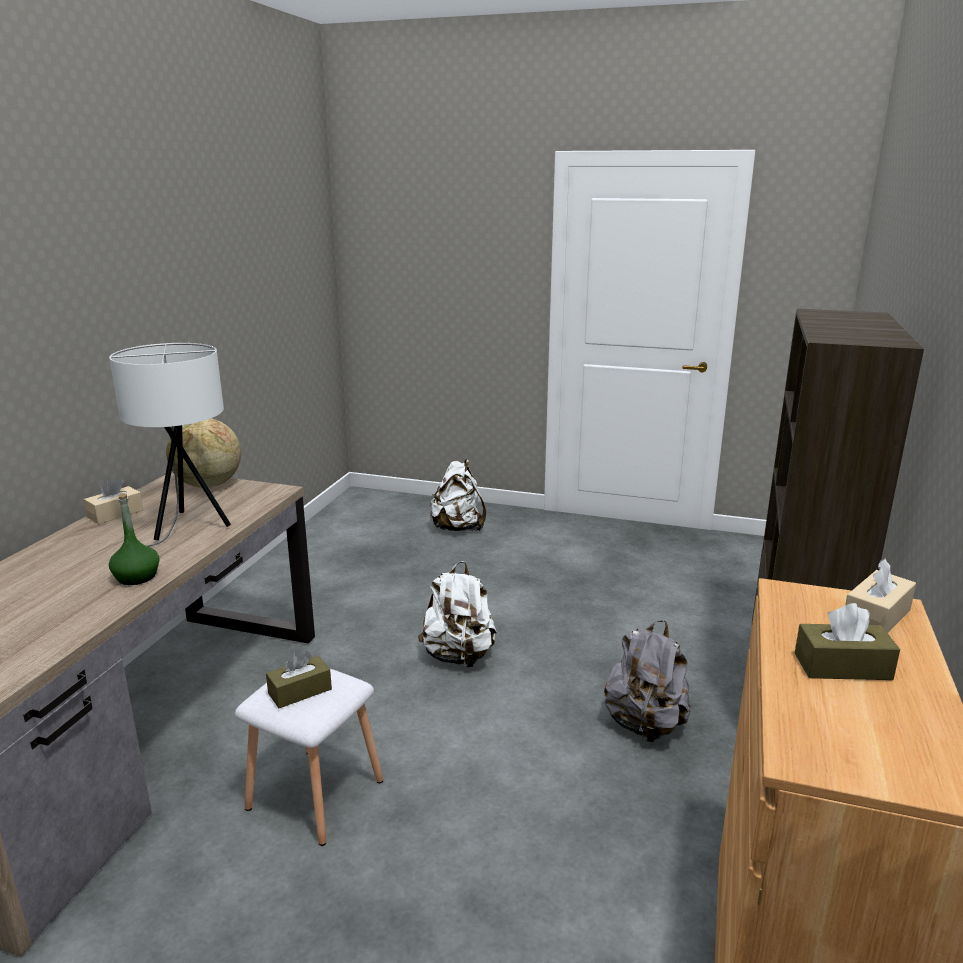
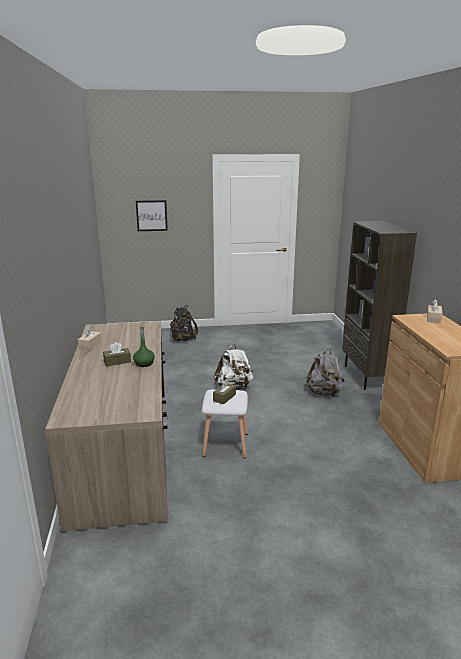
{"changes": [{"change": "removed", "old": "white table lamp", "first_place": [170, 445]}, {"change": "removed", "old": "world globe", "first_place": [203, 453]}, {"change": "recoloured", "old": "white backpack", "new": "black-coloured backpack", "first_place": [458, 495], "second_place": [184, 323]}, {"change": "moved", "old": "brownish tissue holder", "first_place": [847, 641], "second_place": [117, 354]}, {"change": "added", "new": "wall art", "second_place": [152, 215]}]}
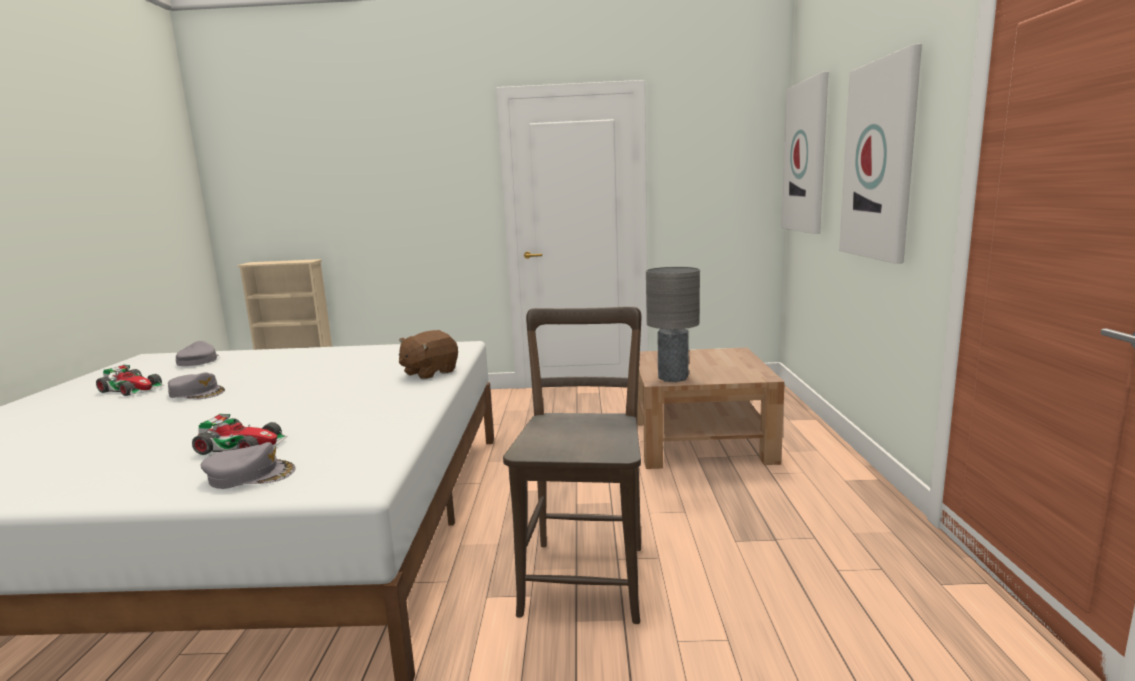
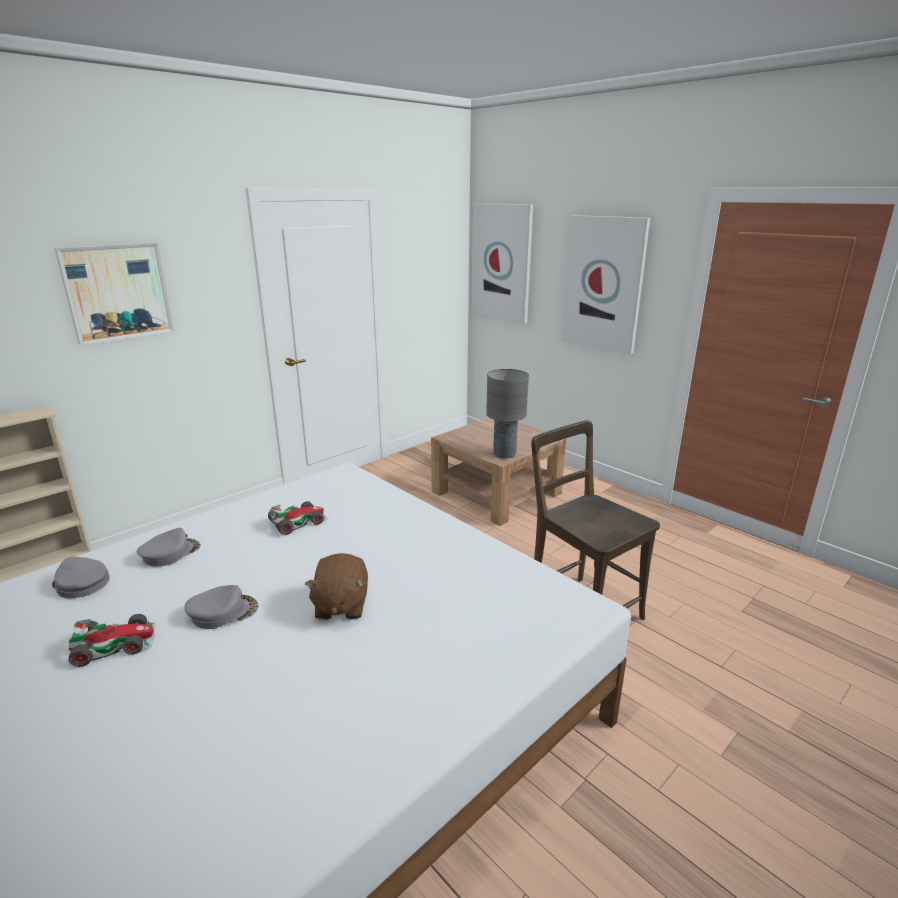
{"changes": [{"change": "moved", "old": "miniature car", "first_place": [240, 434], "second_place": [298, 518]}, {"change": "moved", "old": "grey cap", "first_place": [248, 465], "second_place": [169, 547]}, {"change": "moved", "old": "brownish plush toy", "first_place": [428, 355], "second_place": [336, 586]}, {"change": "added", "new": "wall art", "second_place": [114, 294]}]}
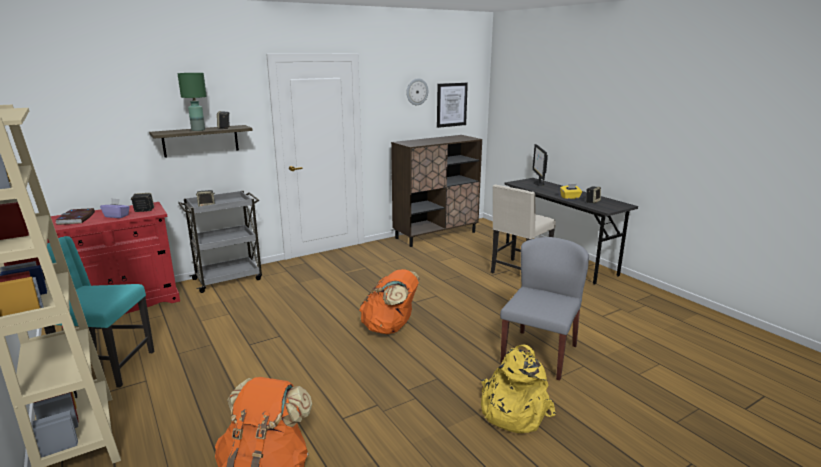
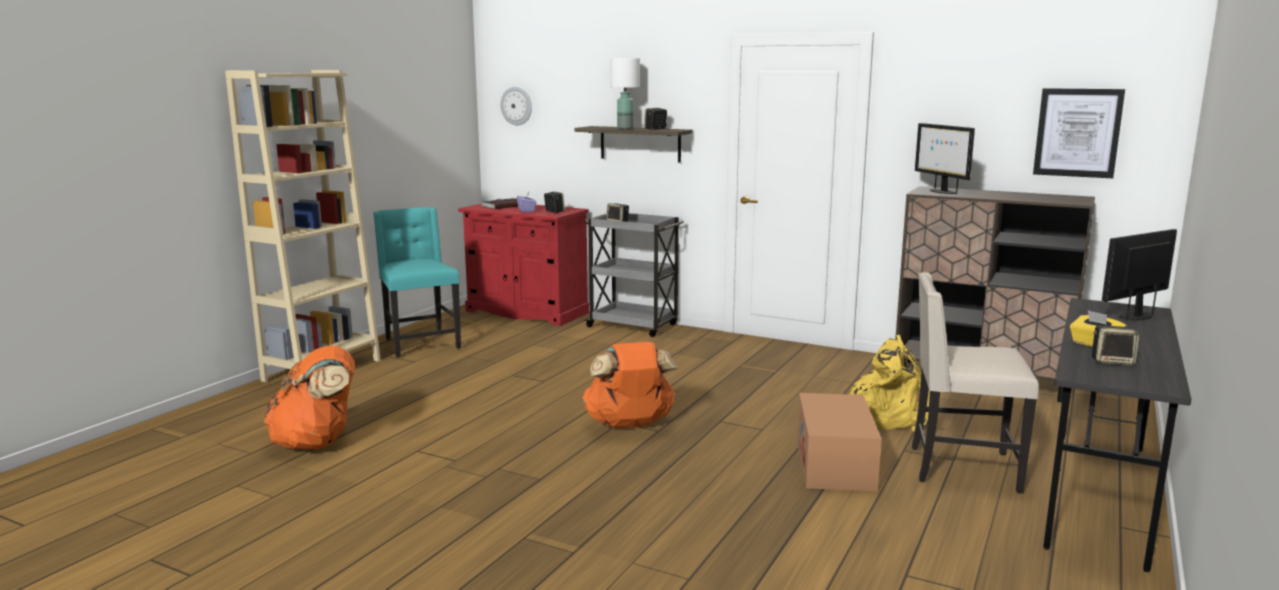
{"changes": [{"change": "recoloured", "old": "green-coloured table lamp", "new": "white table lamp", "first_place": [192, 102], "second_place": [625, 93]}, {"change": "moved", "old": "wall clock", "first_place": [417, 91], "second_place": [516, 106]}, {"change": "moved", "old": "yellowish backpack", "first_place": [518, 389], "second_place": [889, 384]}, {"change": "removed", "old": "grey chair", "first_place": [544, 309]}, {"change": "added", "new": "cardboard box", "second_place": [839, 442]}, {"change": "added", "new": "computer display", "second_place": [945, 158]}]}
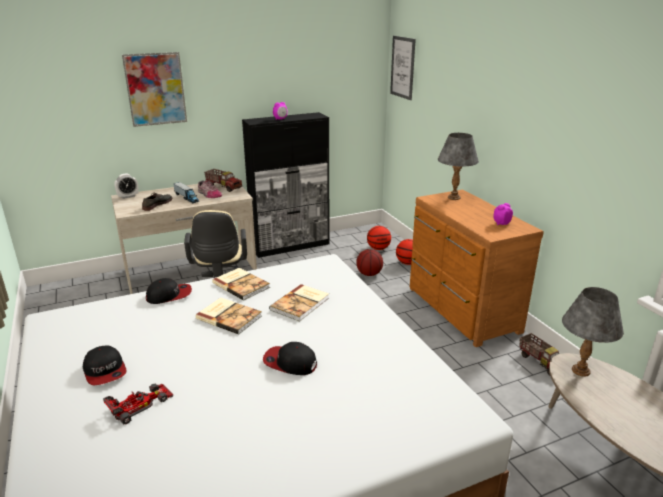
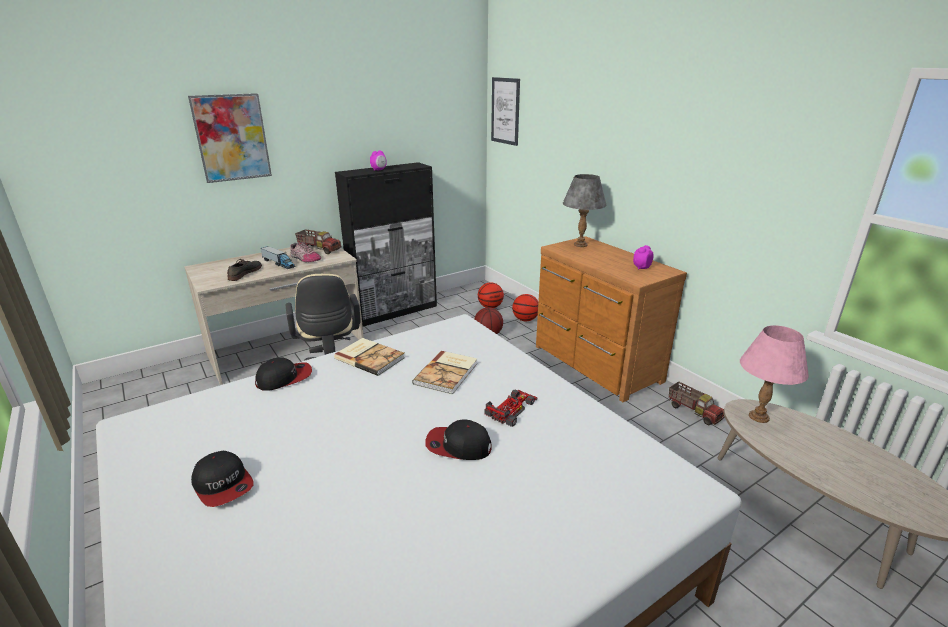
{"changes": [{"change": "moved", "old": "miniature car", "first_place": [138, 404], "second_place": [511, 408]}, {"change": "removed", "old": "bedside clock", "first_place": [126, 186]}, {"change": "removed", "old": "volume", "first_place": [228, 316]}, {"change": "recoloured", "old": "grey table lamp", "new": "pinkish table lamp", "first_place": [593, 331], "second_place": [774, 374]}]}
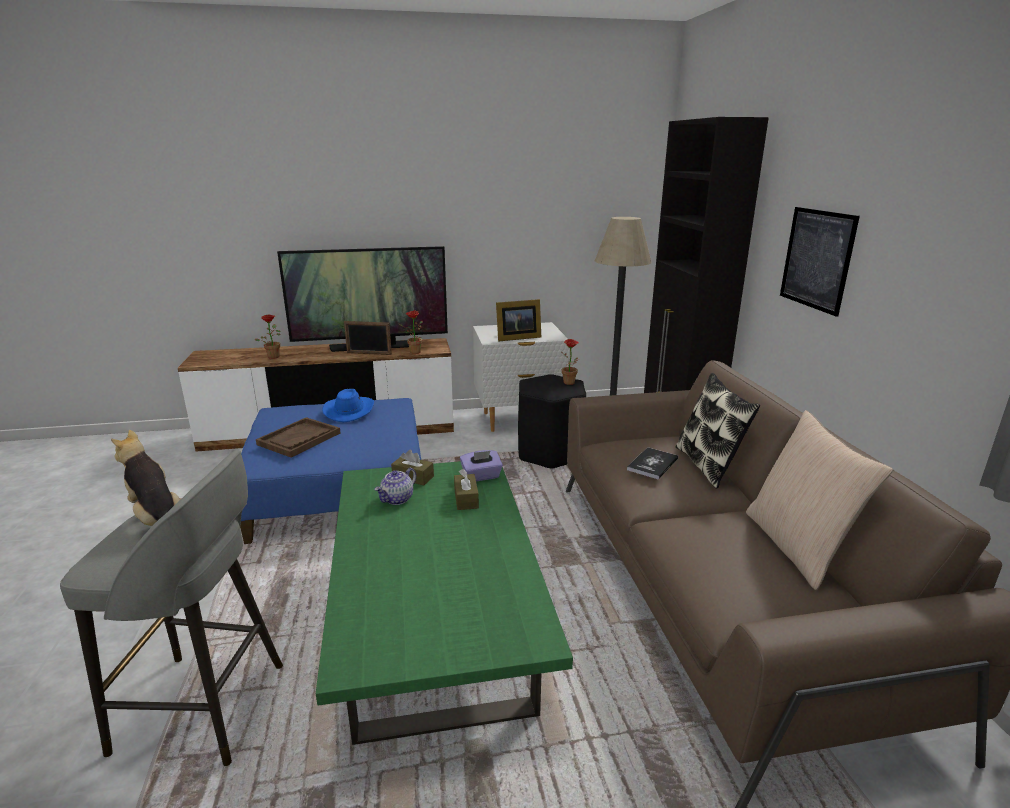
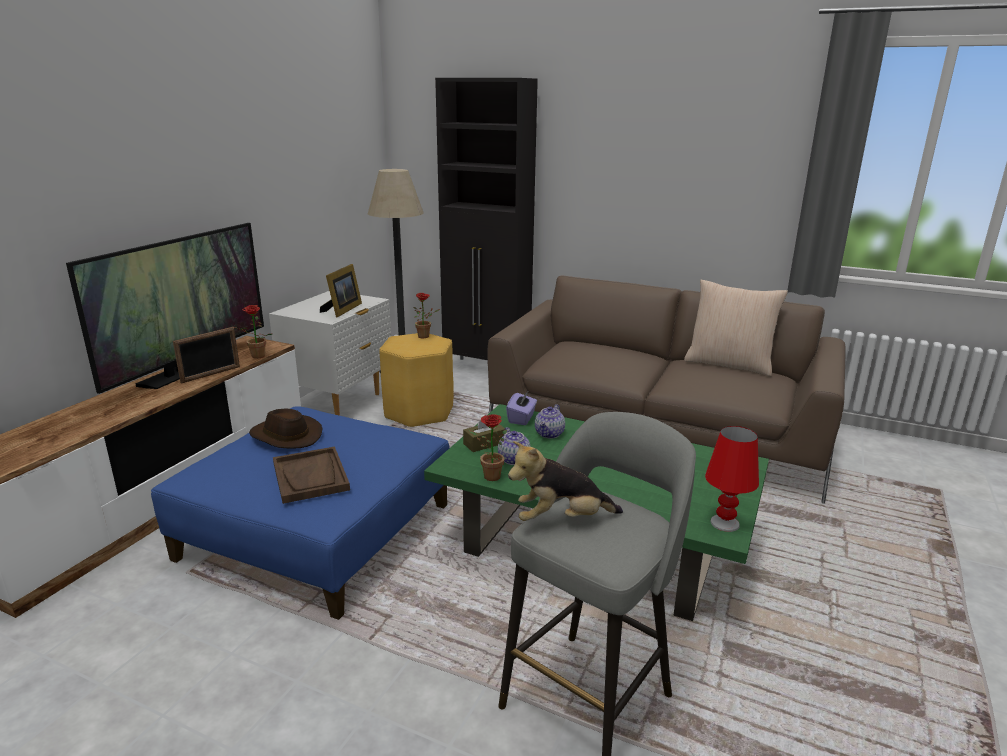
{"changes": [{"change": "moved", "old": "houseplant", "first_place": [267, 337], "second_place": [488, 447]}, {"change": "recoloured", "old": "bluish hat", "new": "brownish hat", "first_place": [348, 405], "second_place": [285, 429]}, {"change": "replaced", "old": "brownish tissue holder", "new": "teapot", "first_place": [466, 489], "second_place": [550, 421]}, {"change": "recoloured", "old": "black-coloured sitting stool", "new": "yellowish sitting stool", "first_place": [552, 421], "second_place": [416, 380]}, {"change": "removed", "old": "volume", "first_place": [652, 463]}, {"change": "removed", "old": "cushion", "first_place": [717, 431]}, {"change": "removed", "old": "wall art", "first_place": [820, 262]}, {"change": "added", "new": "reddish table lamp", "second_place": [732, 479]}]}
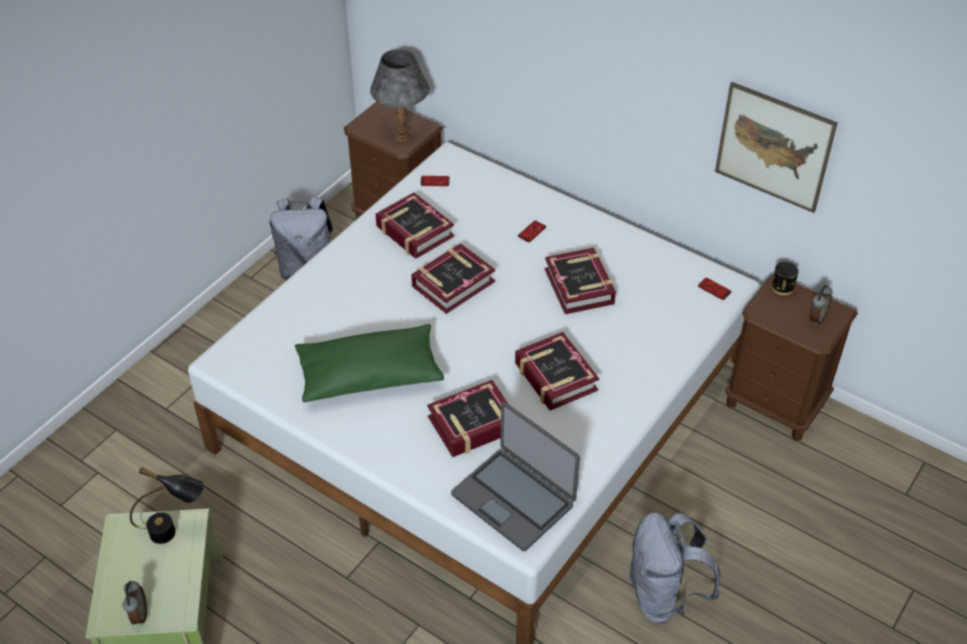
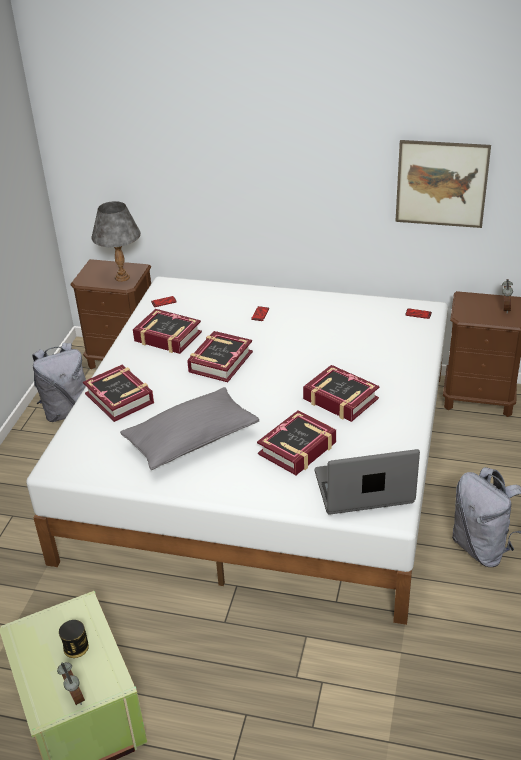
{"changes": [{"change": "removed", "old": "black-coloured table lamp", "first_place": [167, 505]}, {"change": "recoloured", "old": "green-coloured cushion", "new": "grey cushion", "first_place": [369, 363], "second_place": [189, 428]}, {"change": "turned", "old": "laptop", "first_place": [515, 476], "second_place": [367, 482], "degrees": 150}, {"change": "moved", "old": "volume", "first_place": [580, 280], "second_place": [118, 393]}, {"change": "moved", "old": "sealed can", "first_place": [784, 279], "second_place": [74, 639]}]}
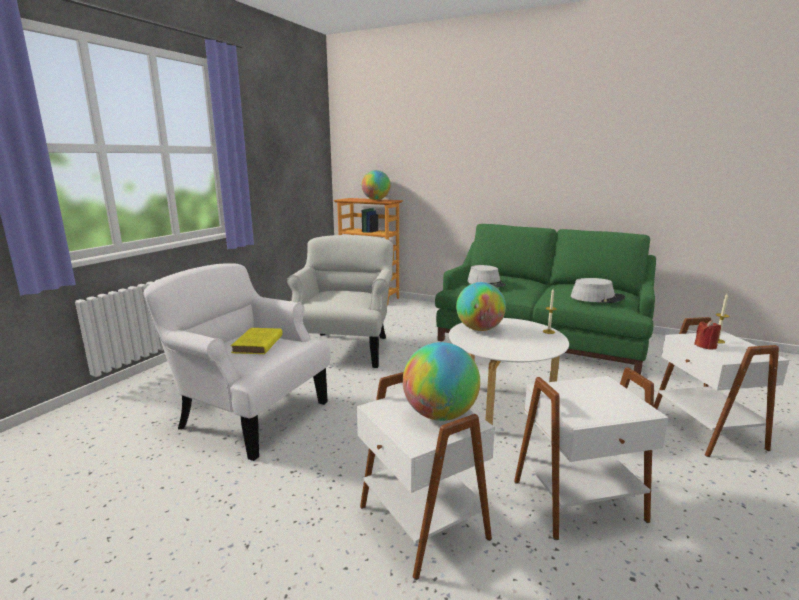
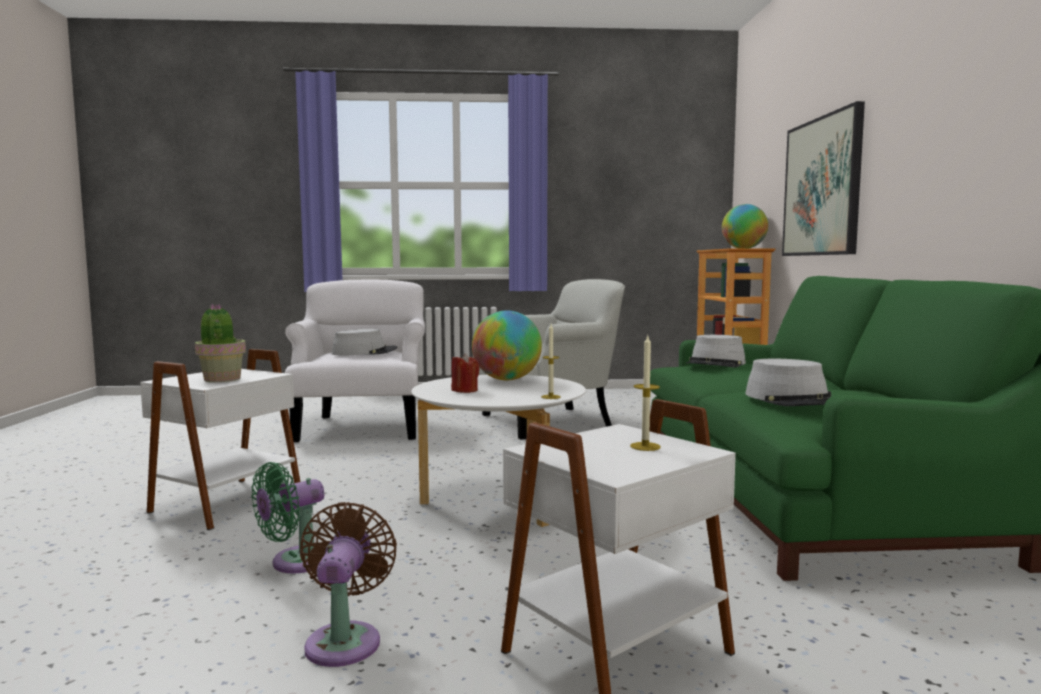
{"changes": [{"change": "replaced", "old": "yellowish volume", "new": "grey hat", "first_place": [257, 341], "second_place": [365, 342]}, {"change": "replaced", "old": "world globe", "new": "houseplant", "first_place": [441, 381], "second_place": [220, 343]}, {"change": "replaced", "old": "white side table", "new": "green-coloured fan", "first_place": [591, 453], "second_place": [288, 517]}, {"change": "moved", "old": "reddish wax candle", "first_place": [707, 335], "second_place": [465, 373]}, {"change": "added", "new": "brownish fan", "second_place": [348, 584]}, {"change": "added", "new": "wall art", "second_place": [823, 178]}]}
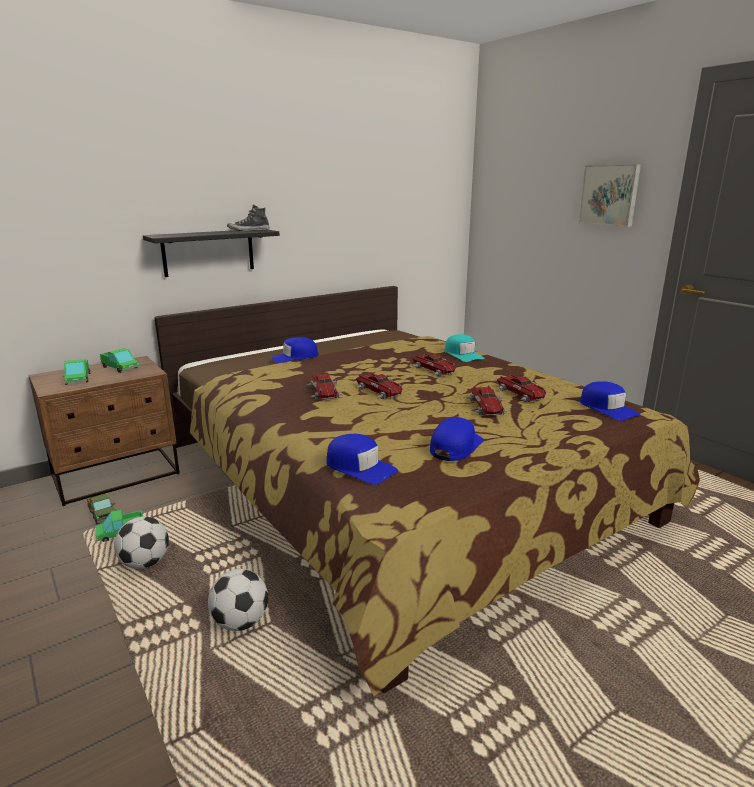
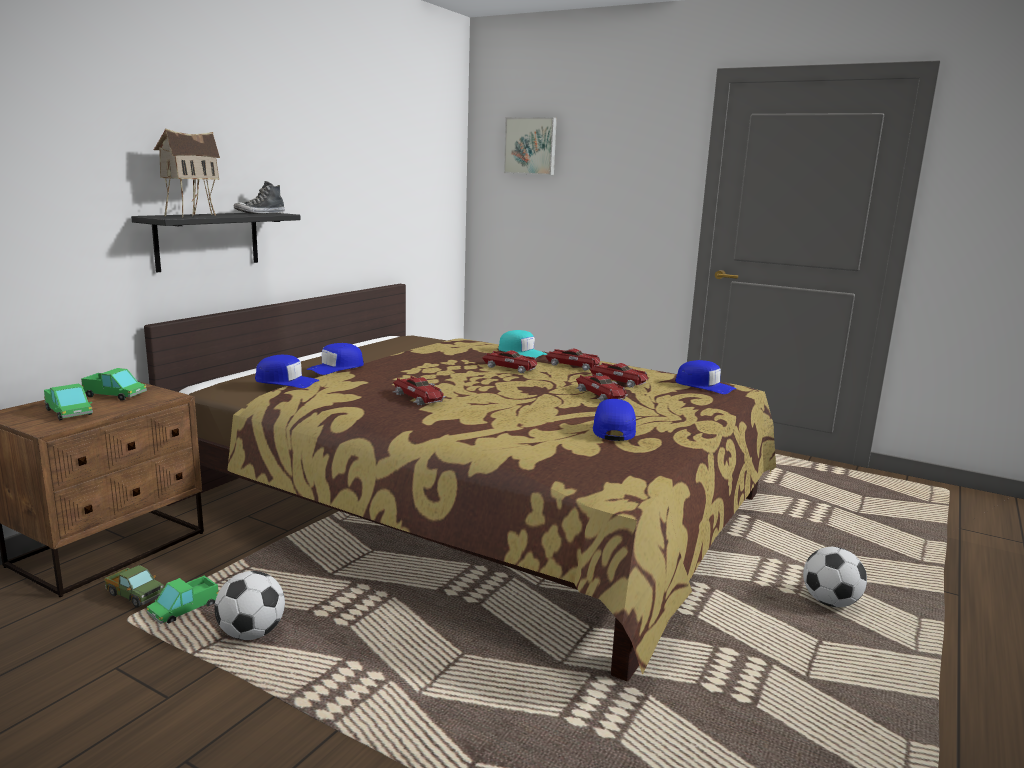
{"changes": [{"change": "moved", "old": "football", "first_place": [238, 600], "second_place": [835, 577]}, {"change": "moved", "old": "bluish cap", "first_place": [362, 459], "second_place": [287, 371]}, {"change": "moved", "old": "miniature car", "first_place": [379, 385], "second_place": [573, 359]}, {"change": "moved", "old": "wall art", "first_place": [609, 195], "second_place": [530, 146]}, {"change": "added", "new": "model house", "second_place": [187, 172]}]}
